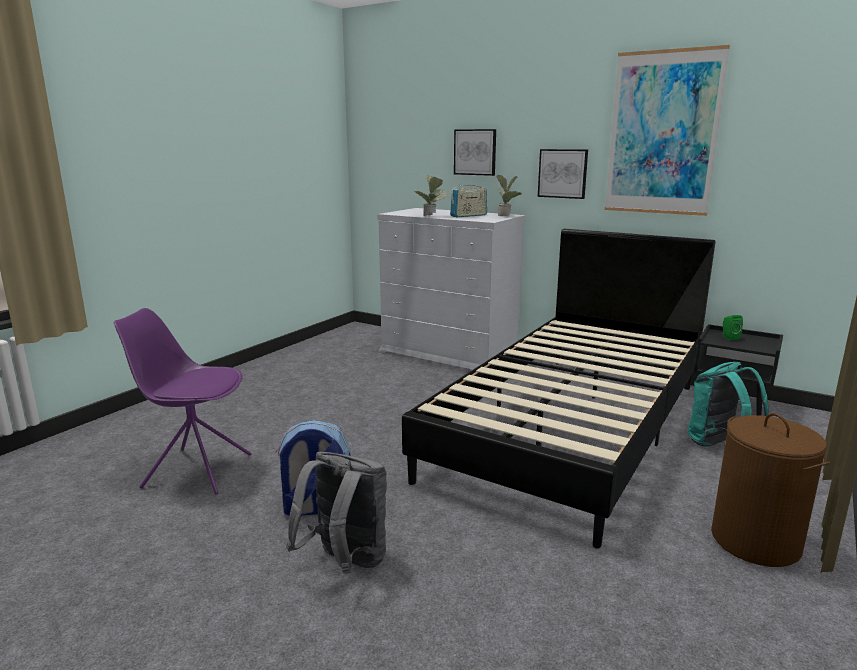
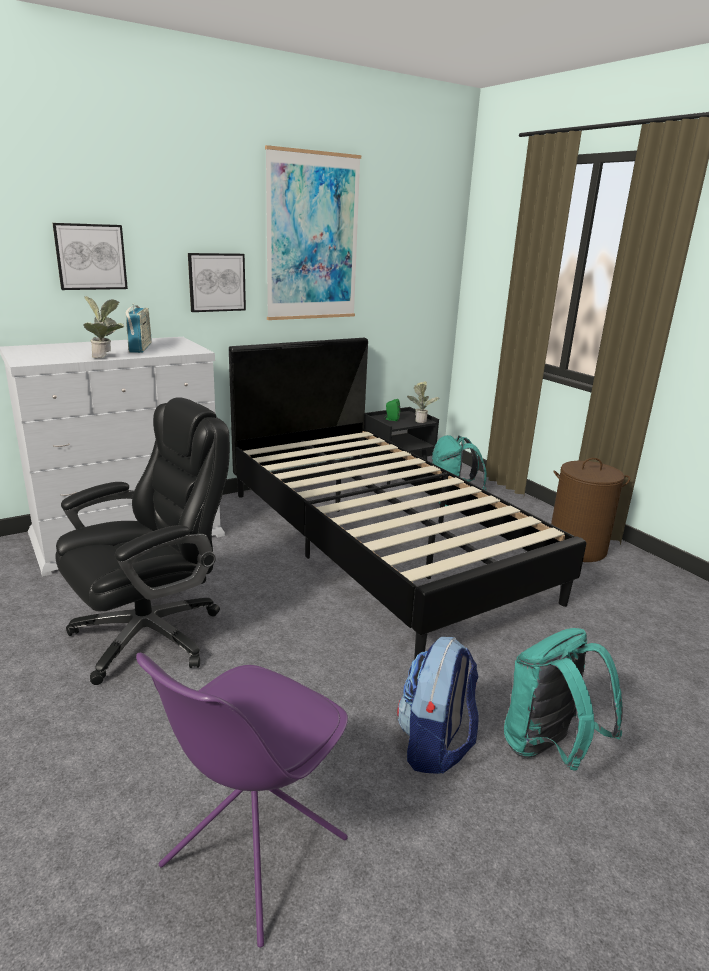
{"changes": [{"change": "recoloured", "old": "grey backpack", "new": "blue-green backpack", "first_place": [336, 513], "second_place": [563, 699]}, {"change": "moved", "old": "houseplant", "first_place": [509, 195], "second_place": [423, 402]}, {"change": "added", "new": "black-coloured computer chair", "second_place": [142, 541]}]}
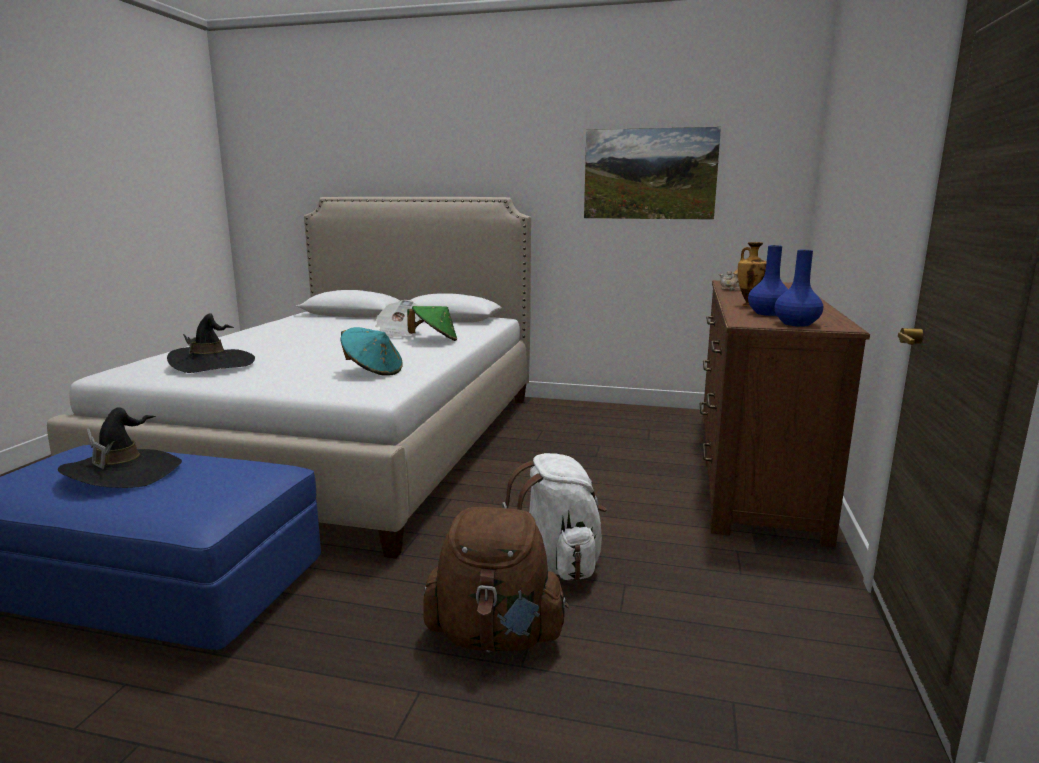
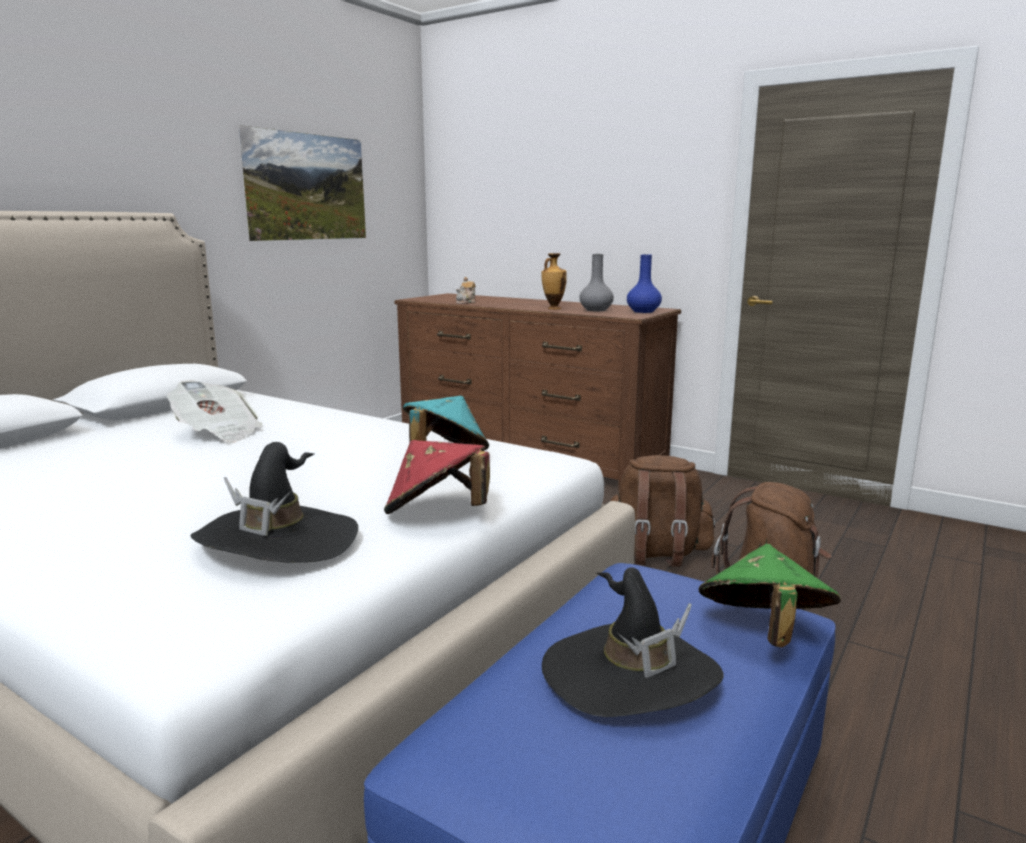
{"changes": [{"change": "moved", "old": "green-coloured hat", "first_place": [432, 323], "second_place": [770, 595]}, {"change": "recoloured", "old": "white backpack", "new": "brownish backpack", "first_place": [554, 517], "second_place": [662, 511]}, {"change": "recoloured", "old": "bluish decorative vase", "new": "grey decorative vase", "first_place": [768, 280], "second_place": [596, 282]}, {"change": "added", "new": "reddish hat", "second_place": [437, 477]}]}
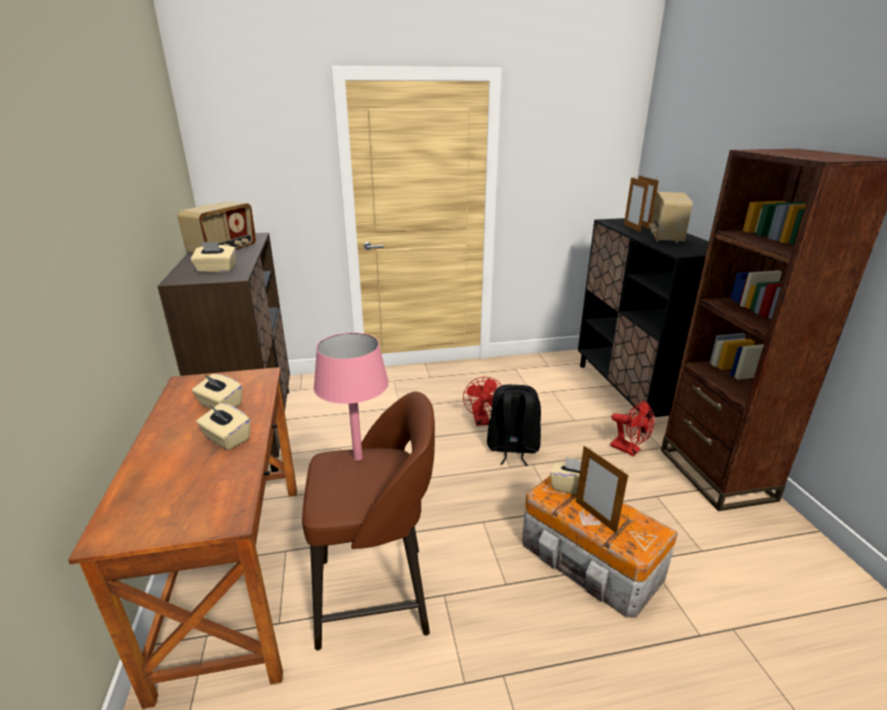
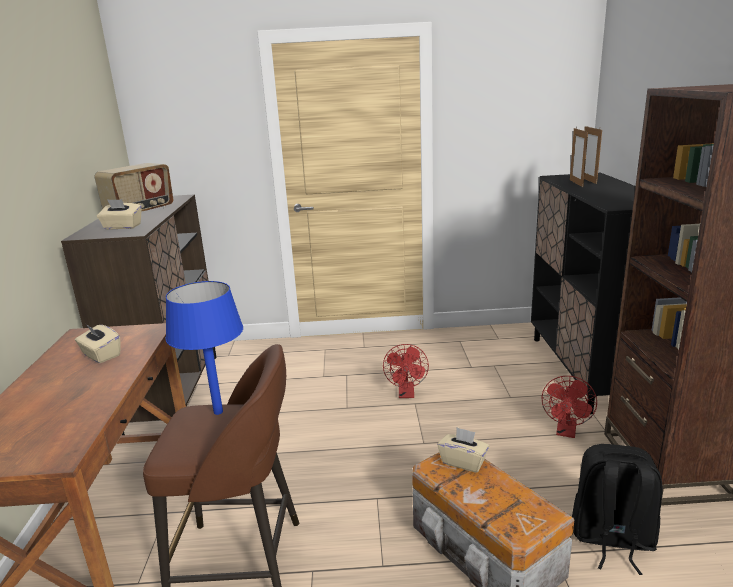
{"changes": [{"change": "removed", "old": "sand-coloured tissue holder", "first_place": [223, 426]}, {"change": "recoloured", "old": "pinkish table lamp", "new": "bluish table lamp", "first_place": [351, 397], "second_place": [204, 348]}, {"change": "moved", "old": "black-coloured backpack", "first_place": [514, 425], "second_place": [617, 509]}, {"change": "removed", "old": "photo frame", "first_place": [602, 490]}, {"change": "turned", "old": "reddish fan", "first_place": [632, 428], "second_place": [569, 407], "degrees": 60}, {"change": "removed", "old": "radio set", "first_place": [671, 217]}]}
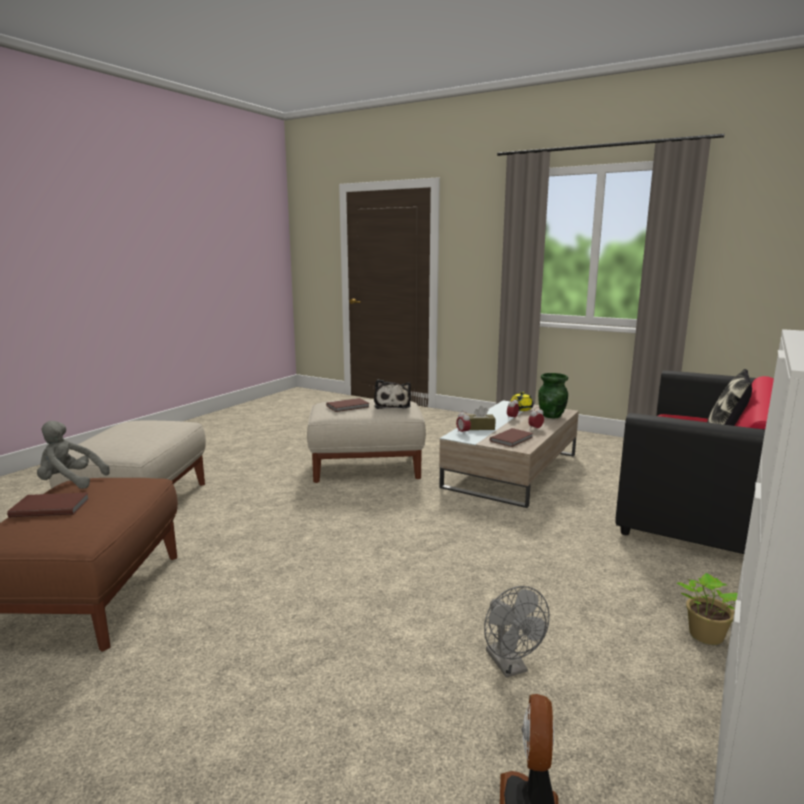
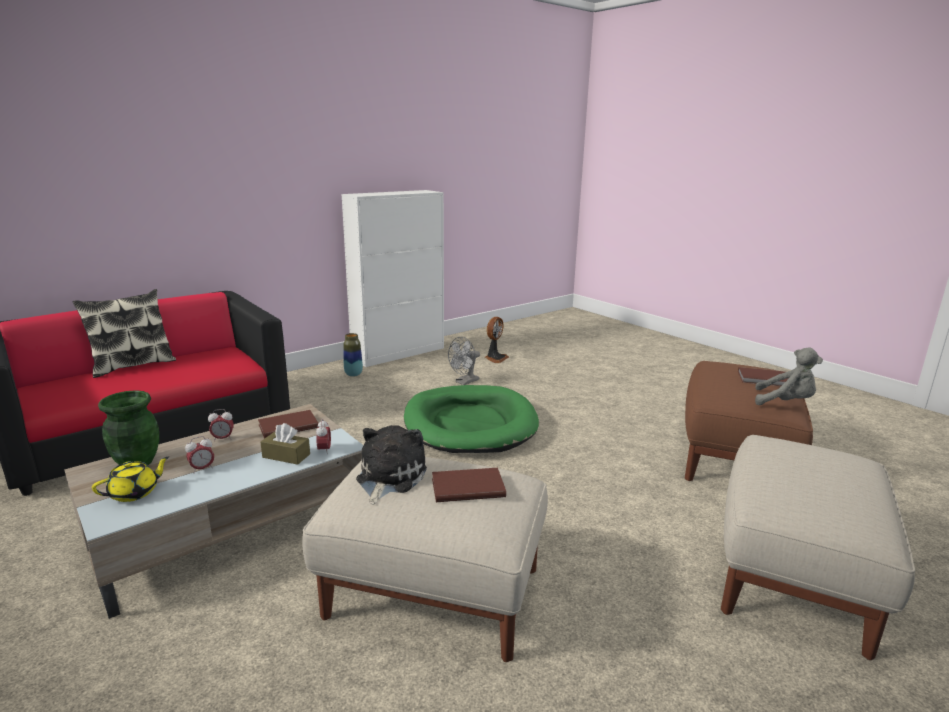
{"changes": [{"change": "turned", "old": "grey fan", "first_place": [517, 632], "second_place": [464, 361], "degrees": -135}, {"change": "replaced", "old": "houseplant", "new": "decorative vase", "first_place": [707, 609], "second_place": [353, 355]}, {"change": "added", "new": "green-coloured dog bed", "second_place": [471, 419]}]}
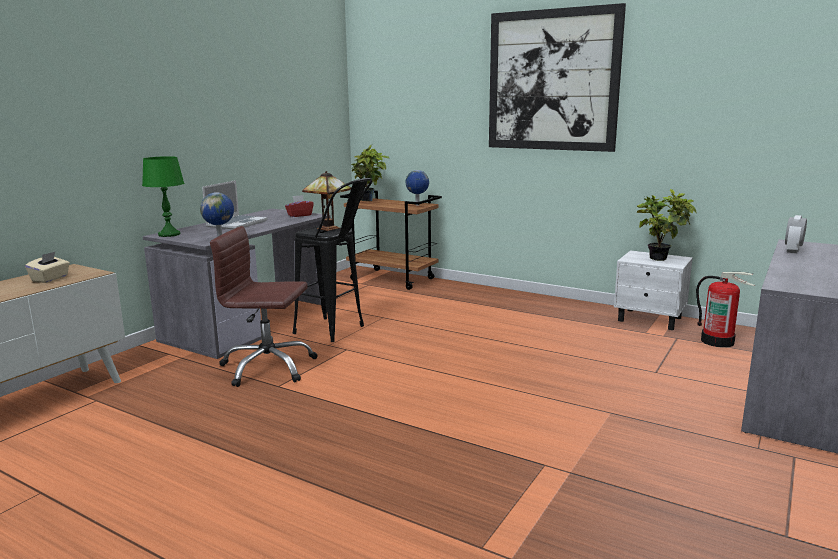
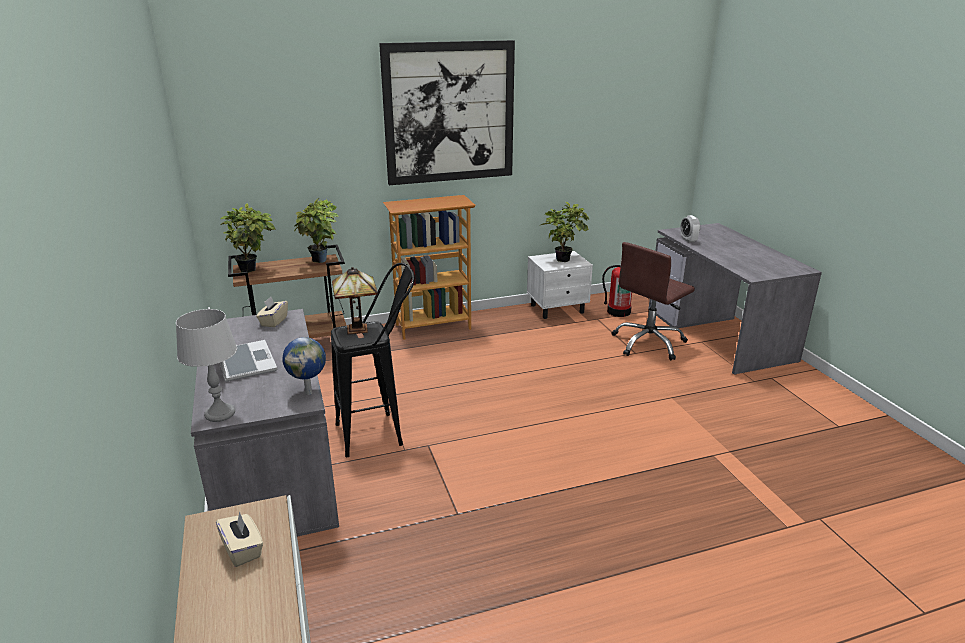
{"changes": [{"change": "recoloured", "old": "green-coloured table lamp", "new": "grey table lamp", "first_place": [163, 196], "second_place": [206, 365]}, {"change": "moved", "old": "brownish computer chair", "first_place": [264, 306], "second_place": [653, 301]}, {"change": "recoloured", "old": "reddish tissue holder", "new": "sand-coloured tissue holder", "first_place": [299, 206], "second_place": [272, 312]}, {"change": "replaced", "old": "world globe", "new": "houseplant", "first_place": [417, 187], "second_place": [316, 230]}, {"change": "added", "new": "bookshelf", "second_place": [429, 267]}]}
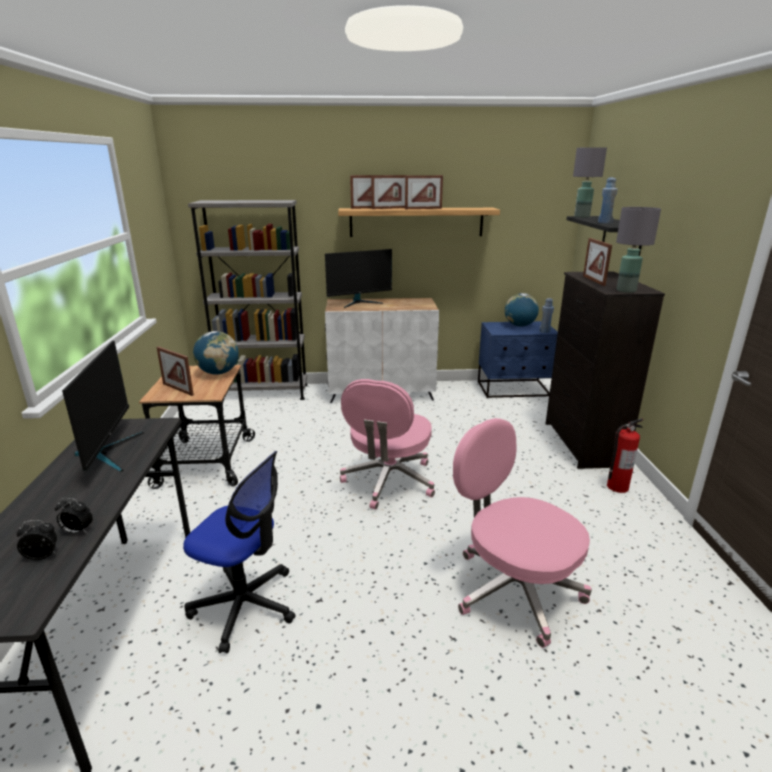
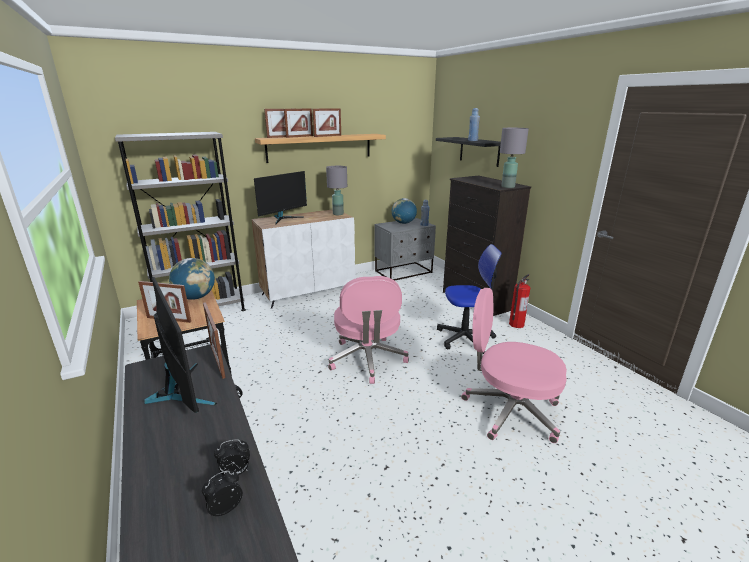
{"changes": [{"change": "moved", "old": "computer chair", "first_place": [239, 552], "second_place": [469, 299]}, {"change": "recoloured", "old": "bluish night table", "new": "grey night table", "first_place": [518, 359], "second_place": [405, 249]}, {"change": "moved", "old": "grey table lamp", "first_place": [590, 182], "second_place": [336, 190]}, {"change": "moved", "old": "photo frame", "first_place": [597, 262], "second_place": [214, 340]}]}
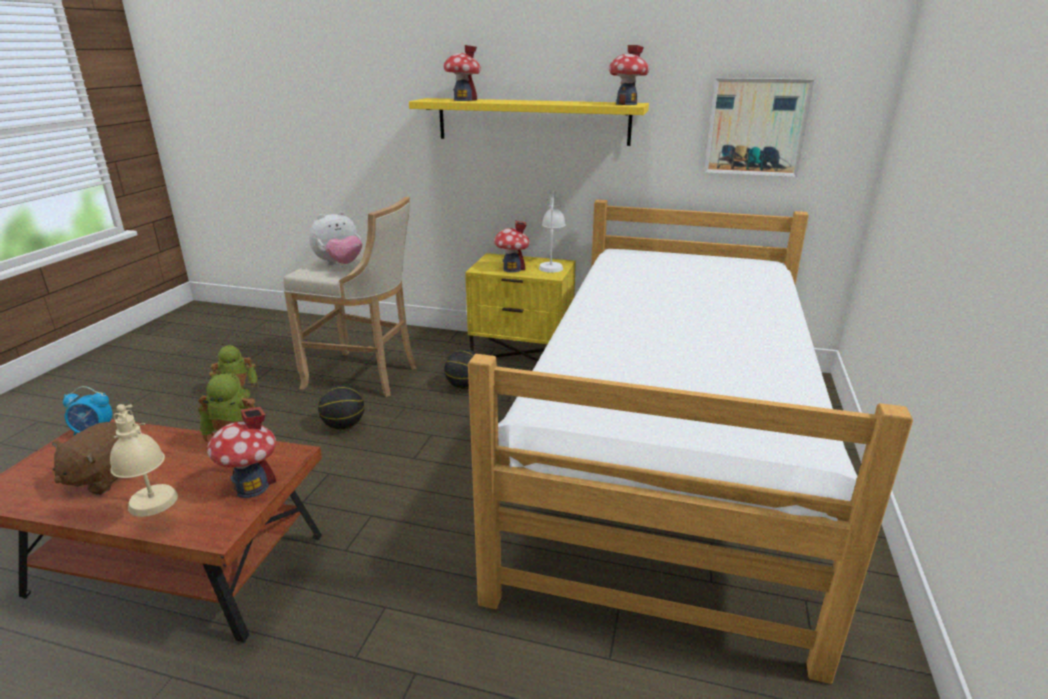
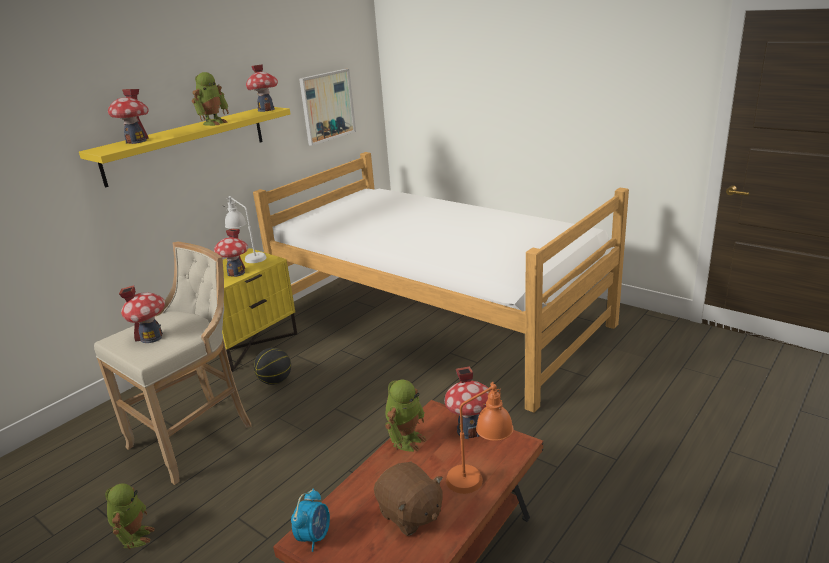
{"changes": [{"change": "recoloured", "old": "sand-coloured table lamp", "new": "orangey table lamp", "first_place": [144, 460], "second_place": [480, 438]}, {"change": "replaced", "old": "plush toy", "new": "model house", "first_place": [335, 238], "second_place": [142, 314]}, {"change": "removed", "old": "ball for basketball", "first_place": [341, 407]}, {"change": "added", "new": "robot figure", "second_place": [210, 99]}]}
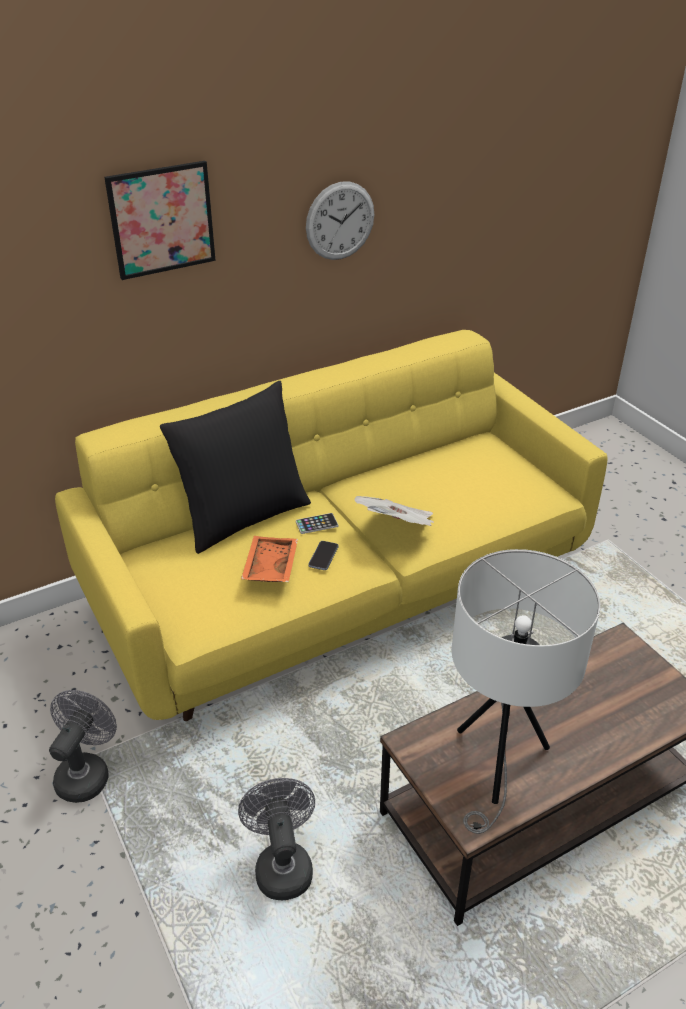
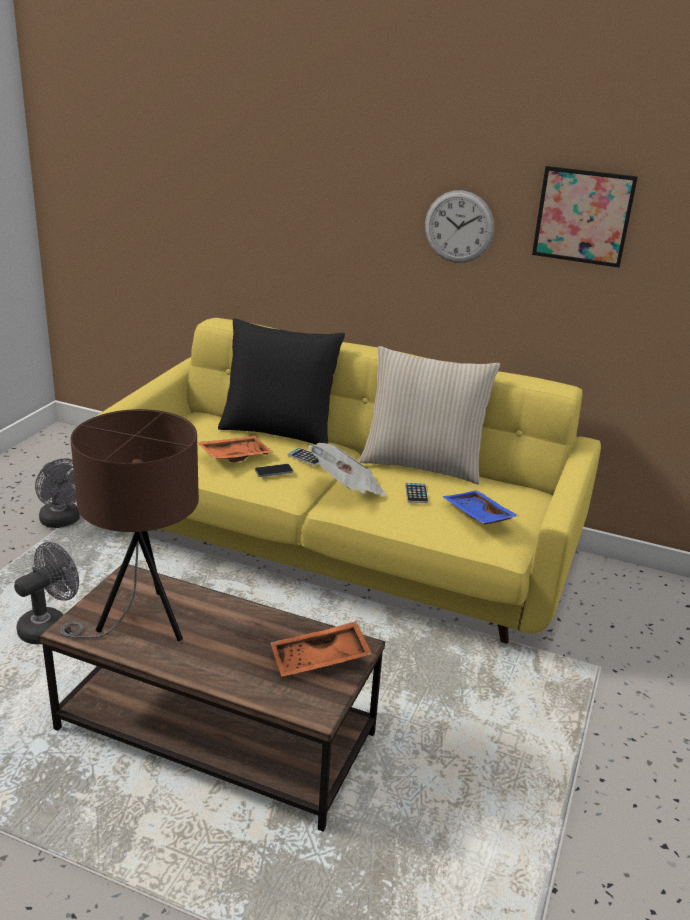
{"changes": [{"change": "turned", "old": "grey fan", "first_place": [83, 746], "second_place": [57, 493], "degrees": 75}, {"change": "moved", "old": "wall art", "first_place": [160, 220], "second_place": [585, 217]}, {"change": "recoloured", "old": "white table lamp", "new": "brownish table lamp", "first_place": [526, 691], "second_place": [130, 525]}, {"change": "added", "new": "orangey tray", "second_place": [321, 649]}, {"change": "added", "new": "sand-coloured cushion", "second_place": [429, 415]}, {"change": "added", "new": "handset", "second_place": [416, 493]}, {"change": "added", "new": "bluish tray", "second_place": [480, 507]}]}
